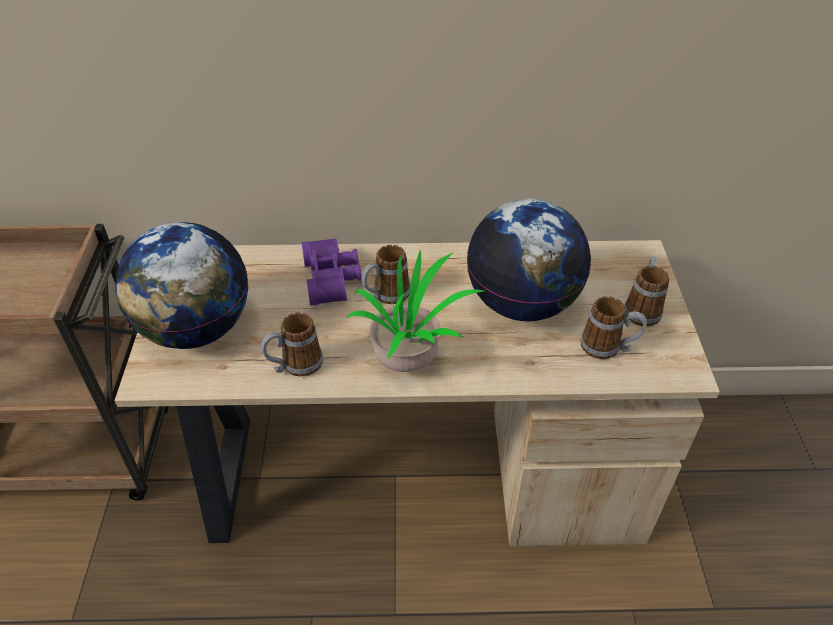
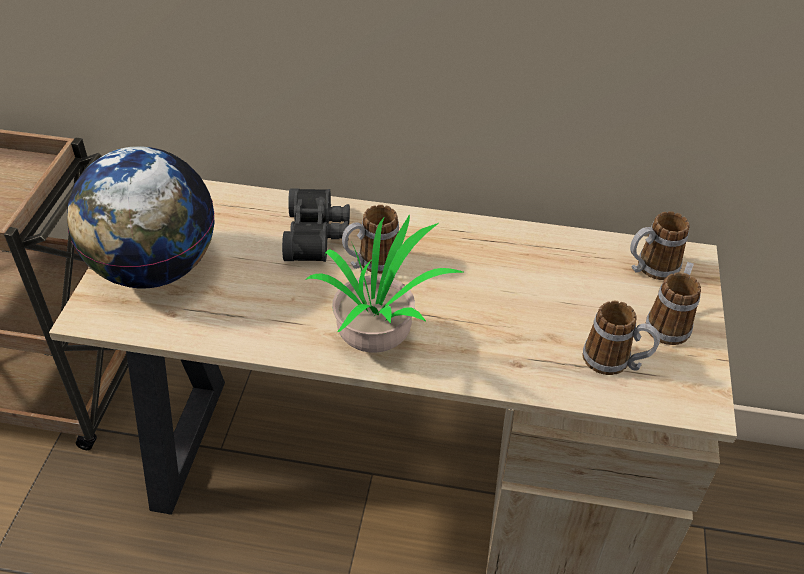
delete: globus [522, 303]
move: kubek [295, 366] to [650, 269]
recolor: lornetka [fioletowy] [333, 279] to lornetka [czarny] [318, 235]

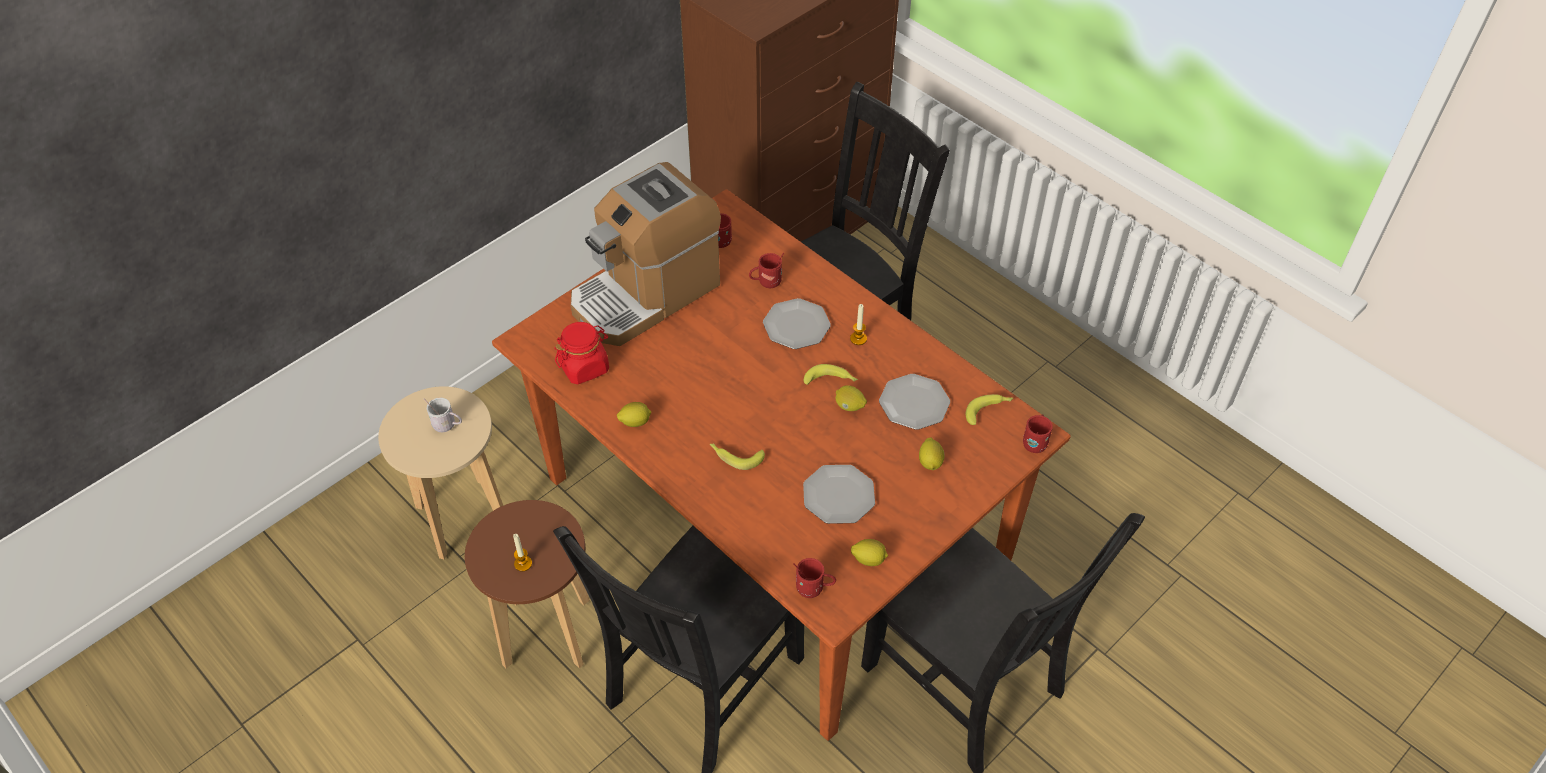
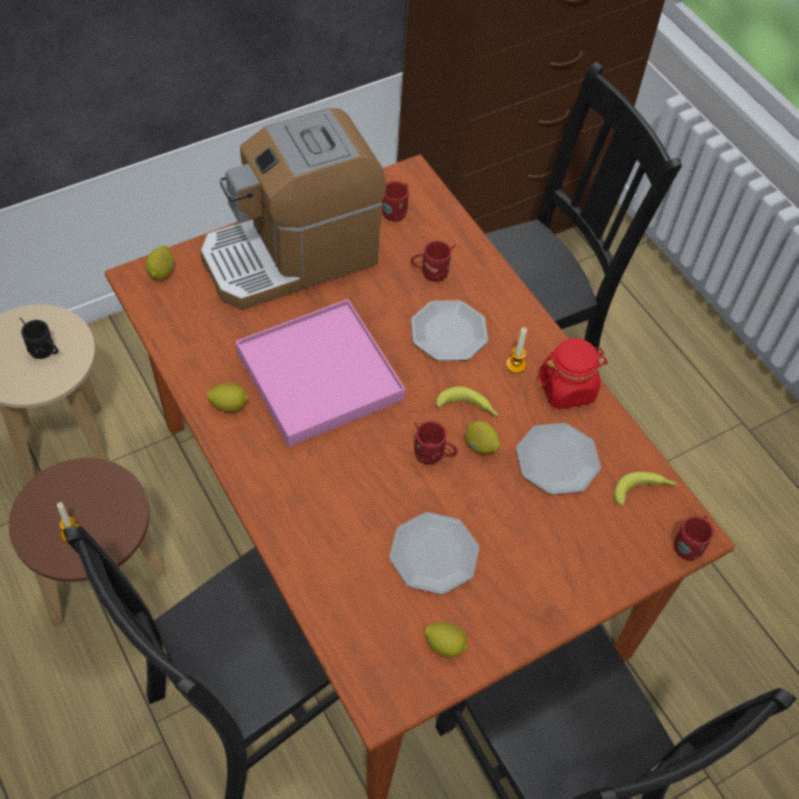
delete: banan [735, 456]
insert: taca [różowy] [319, 376]
move: słoik [czerwony] [584, 367] to [567, 388]; kubek [czerwony] [814, 589] to [433, 456]; cytryna [930, 462] to [162, 272]
recolor: kubek [biały] [447, 426] to kubek [czarny] [45, 352]

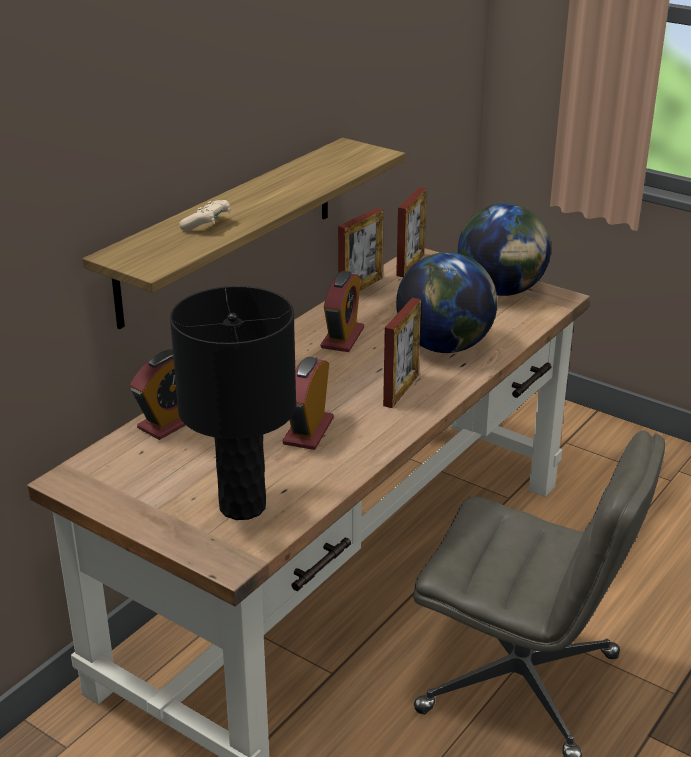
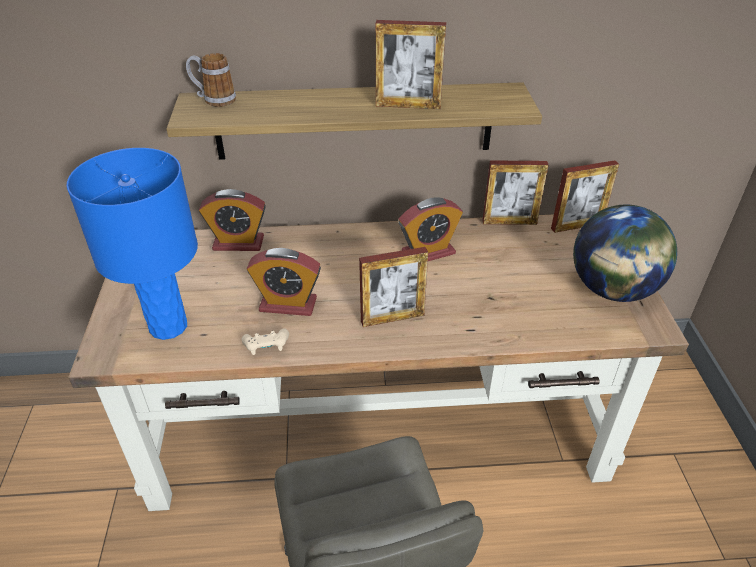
delete: globus [445, 346]
insert: kubek [214, 100]; ramka na zdjęcie [408, 105]
move: pad do gier [beżowy] [207, 225] to [267, 348]
recolor: lampa stołowa [czarny] [243, 507] to lampa stołowa [niebieski] [168, 327]
rotate: budzik [308, 431] = [288, 304] 150 degrees counterclockwise

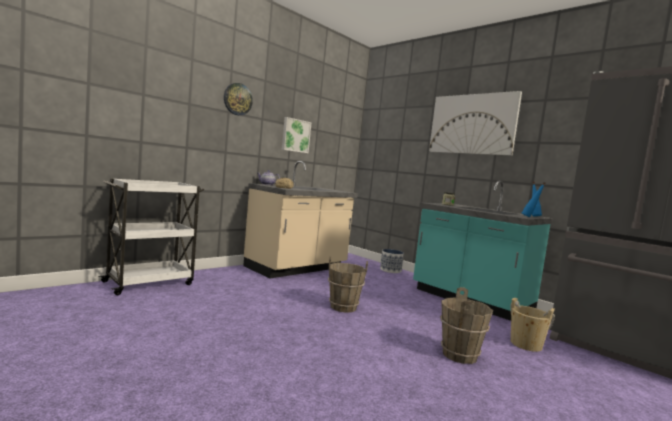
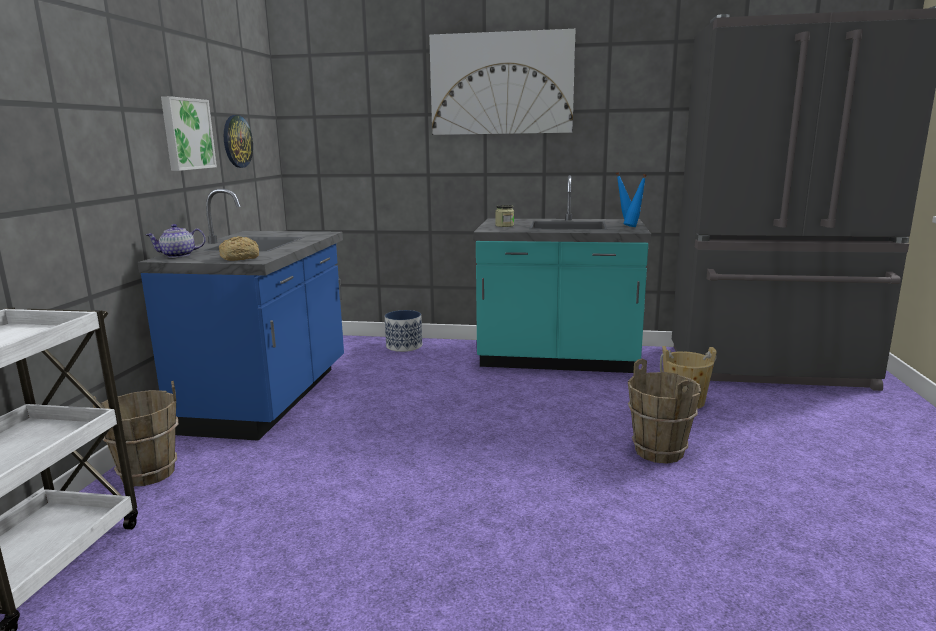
move: zegar ścienny [237, 99] to [237, 141]; wiadro [brązowy] [343, 307] to [148, 473]
recolor: zabudowa kuchenna [beżowy] [297, 268] to zabudowa kuchenna [niebieski] [269, 399]

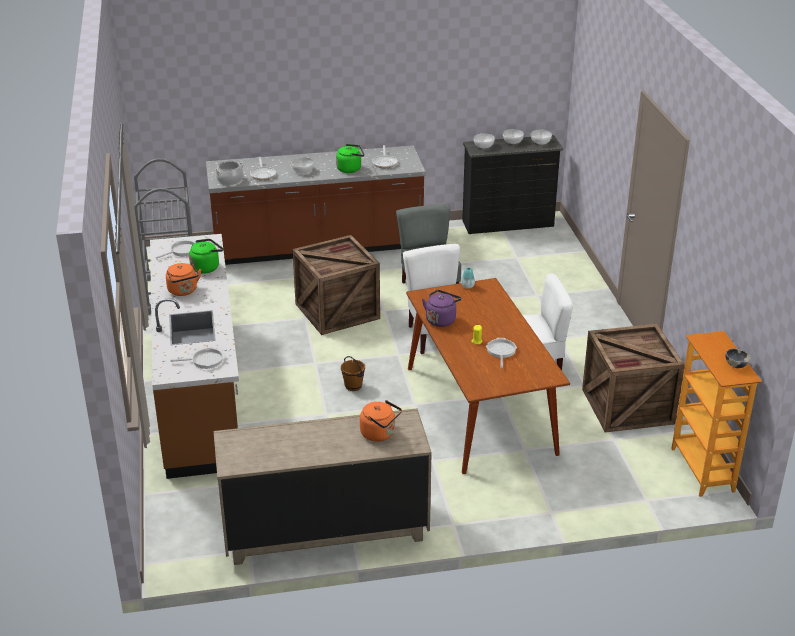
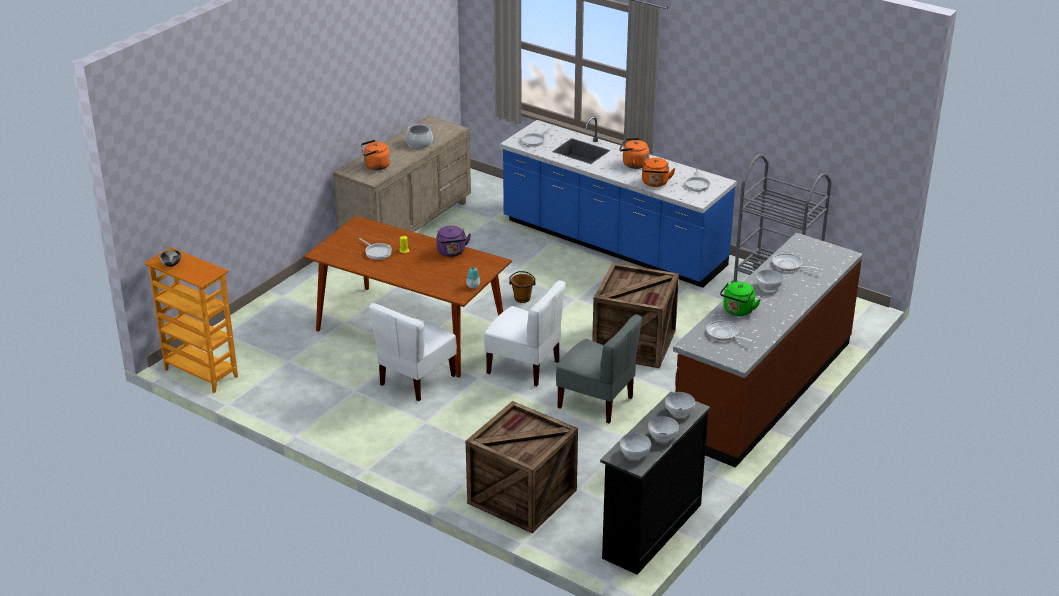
move: garnek [230, 180] to [419, 143]; skrzynka [626, 407] to [522, 495]
recolor: zabudowa kuchenna [brązowy] [200, 391] to zabudowa kuchenna [niebieski] [612, 244]; czajnik [zielony] [206, 267] to czajnik [pomarańczowy] [655, 183]

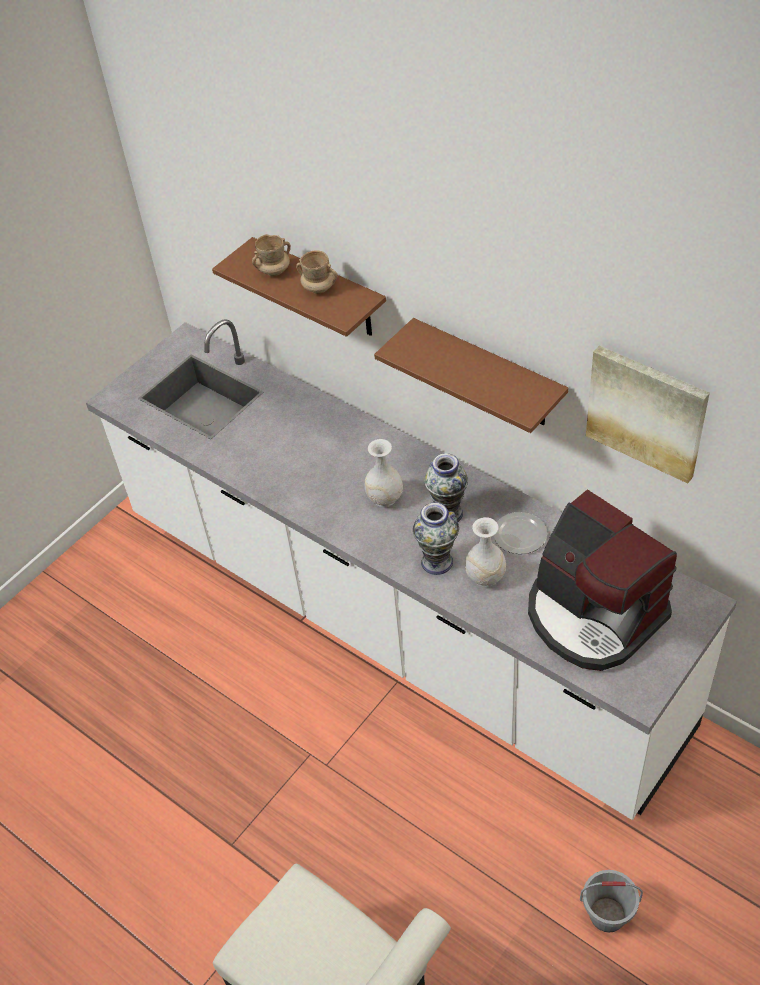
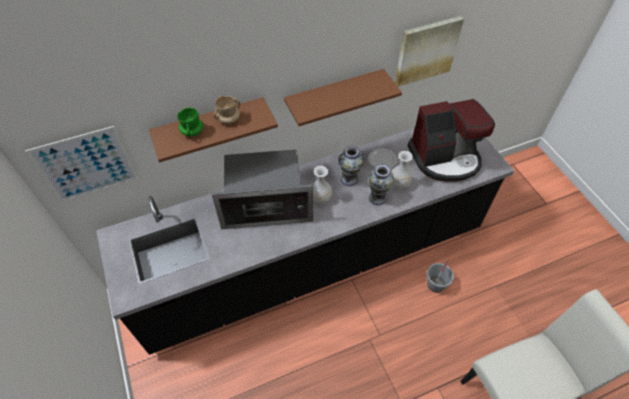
insert: obraz [86, 165]; mikrofalówka [266, 206]
move: wiadro [szary] [607, 914] to [435, 284]
recolor: zabudowa kuchenna [biały] [393, 619] to zabudowa kuchenna [czarny] [314, 263]; kubek [beżowy] [274, 270] to kubek [zielony] [192, 132]

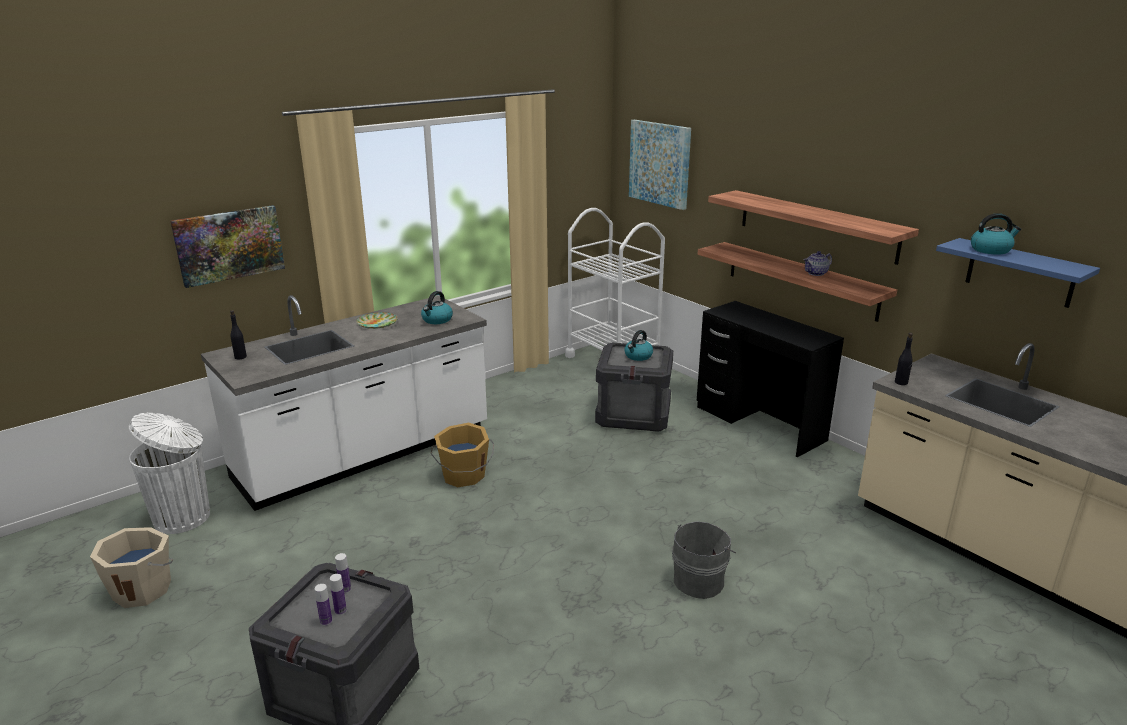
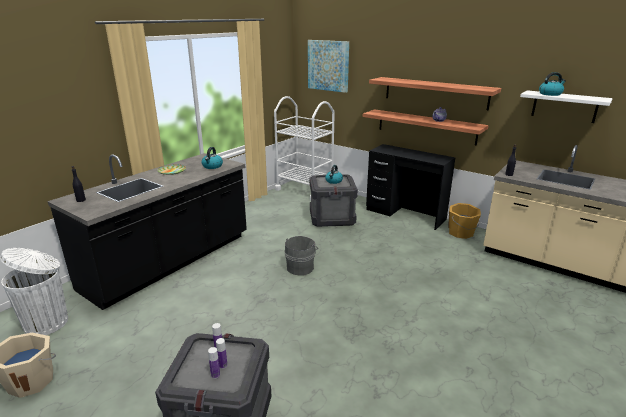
delete: obraz [229, 245]
move: wiadro [pomarańczowy] [463, 476] to [461, 233]; wiadro [szary] [700, 580] to [301, 267]
recolor: zabudowa kuchenna [biały] [365, 454] to zabudowa kuchenna [czarny] [170, 262]; półka [niebieski] [1020, 273] to półka [biały] [564, 106]

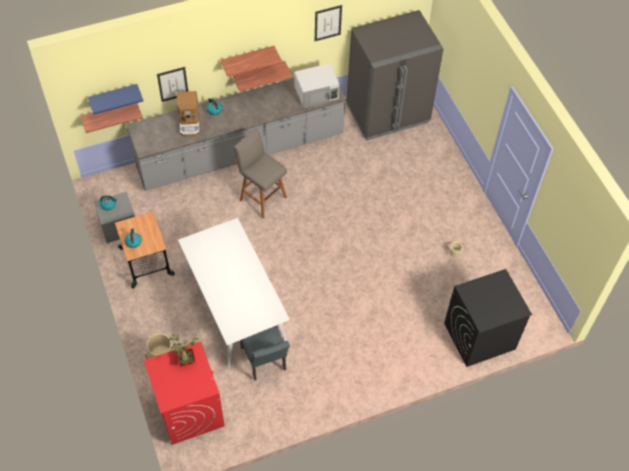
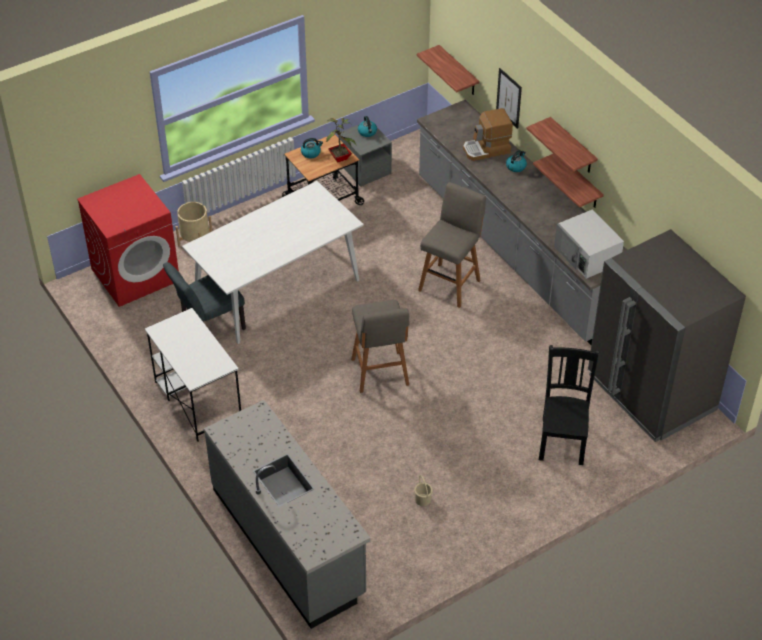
delete: półka [niebieski] [114, 96]; obraz [328, 23]
insert: biurko [biały] [197, 400]; stołek [szary] [380, 373]; krzesło [czarny] [563, 440]
move: roślina doniczkowa [186, 359] to [341, 158]
replace: pralka [czarny] [479, 336] to zabudowa kuchenna [szary] [289, 542]

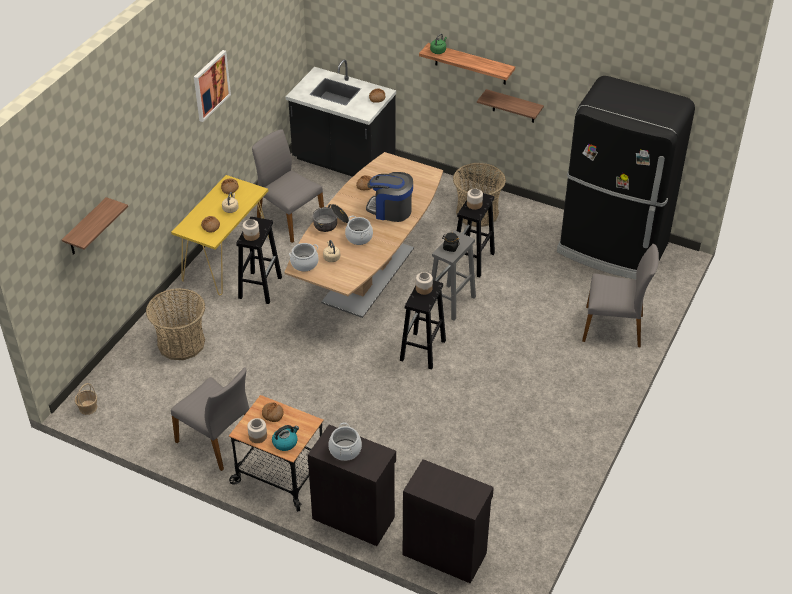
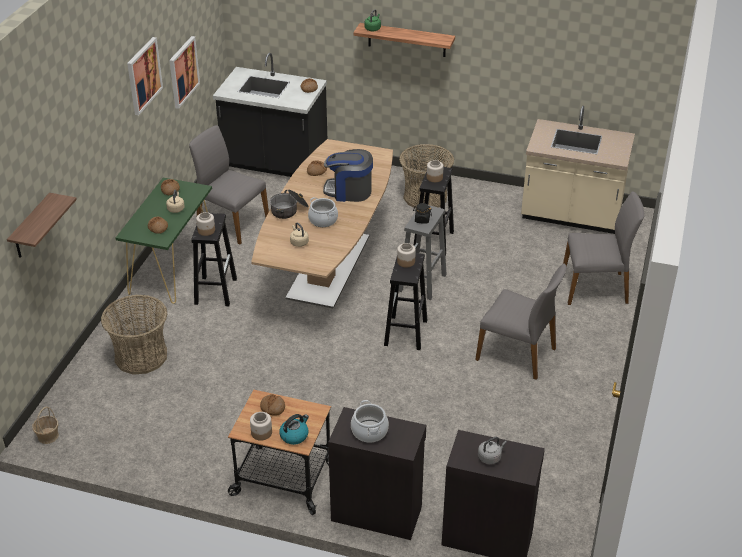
delete: garnek [304, 264]; półka [514, 106]
insert: obraz [183, 71]; czajnik [szary] [490, 457]
move: krzesło [szary] [217, 440] to [517, 353]
replace: lodówka [czarny] [612, 249] to zabudowa kuchenna [beżowy] [571, 216]
recolor: stolik konsolowy [żółty] [227, 259] to stolik konsolowy [zielony] [173, 267]

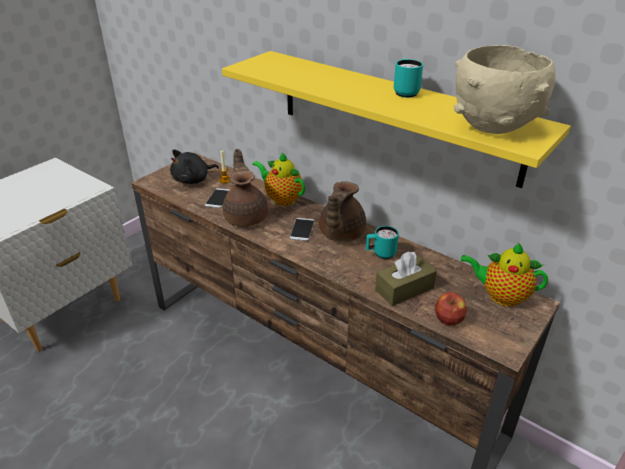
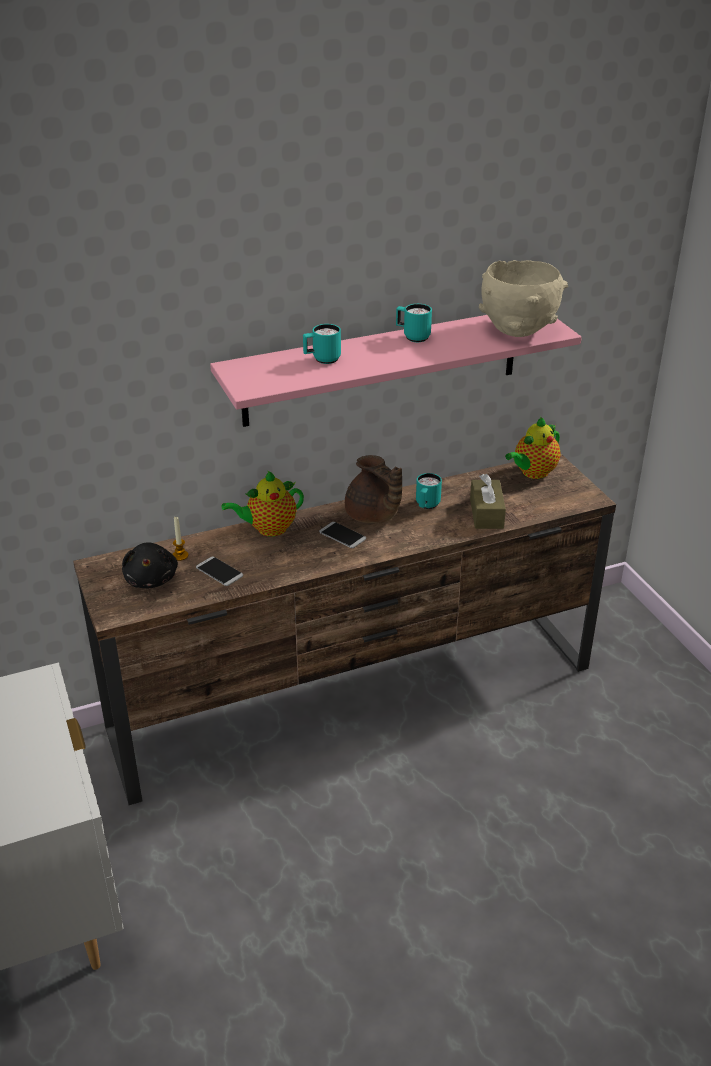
delete: imbryk [brązowy] [246, 216]; jabłko [448, 319]
insert: kubek [turkusowy] [322, 360]
recolor: półka [żółty] [394, 115] to półka [różowy] [382, 366]

